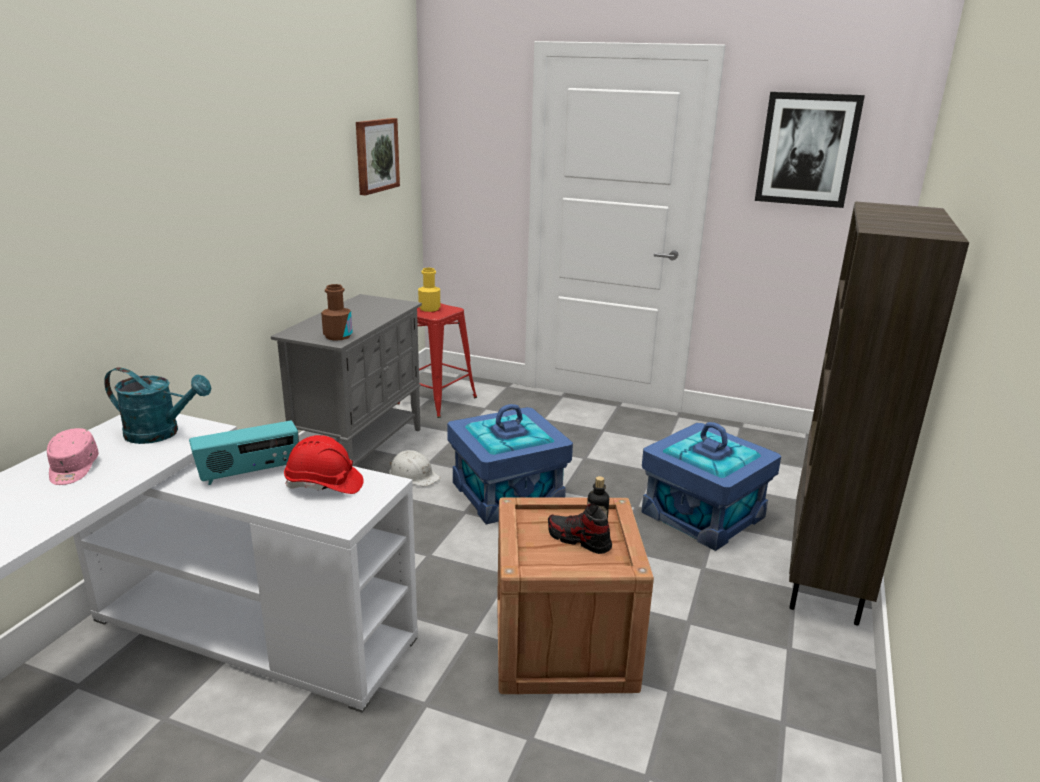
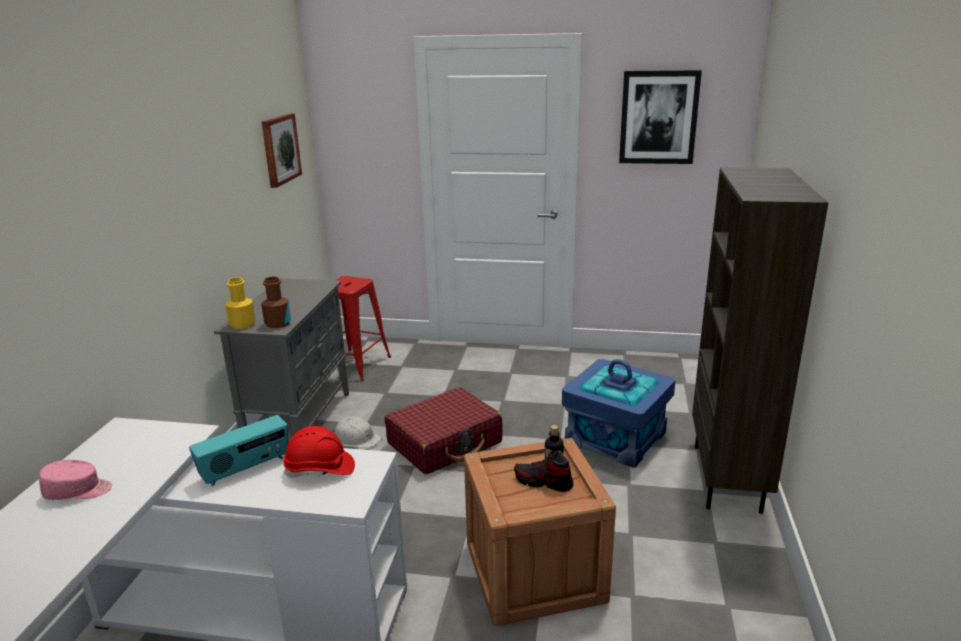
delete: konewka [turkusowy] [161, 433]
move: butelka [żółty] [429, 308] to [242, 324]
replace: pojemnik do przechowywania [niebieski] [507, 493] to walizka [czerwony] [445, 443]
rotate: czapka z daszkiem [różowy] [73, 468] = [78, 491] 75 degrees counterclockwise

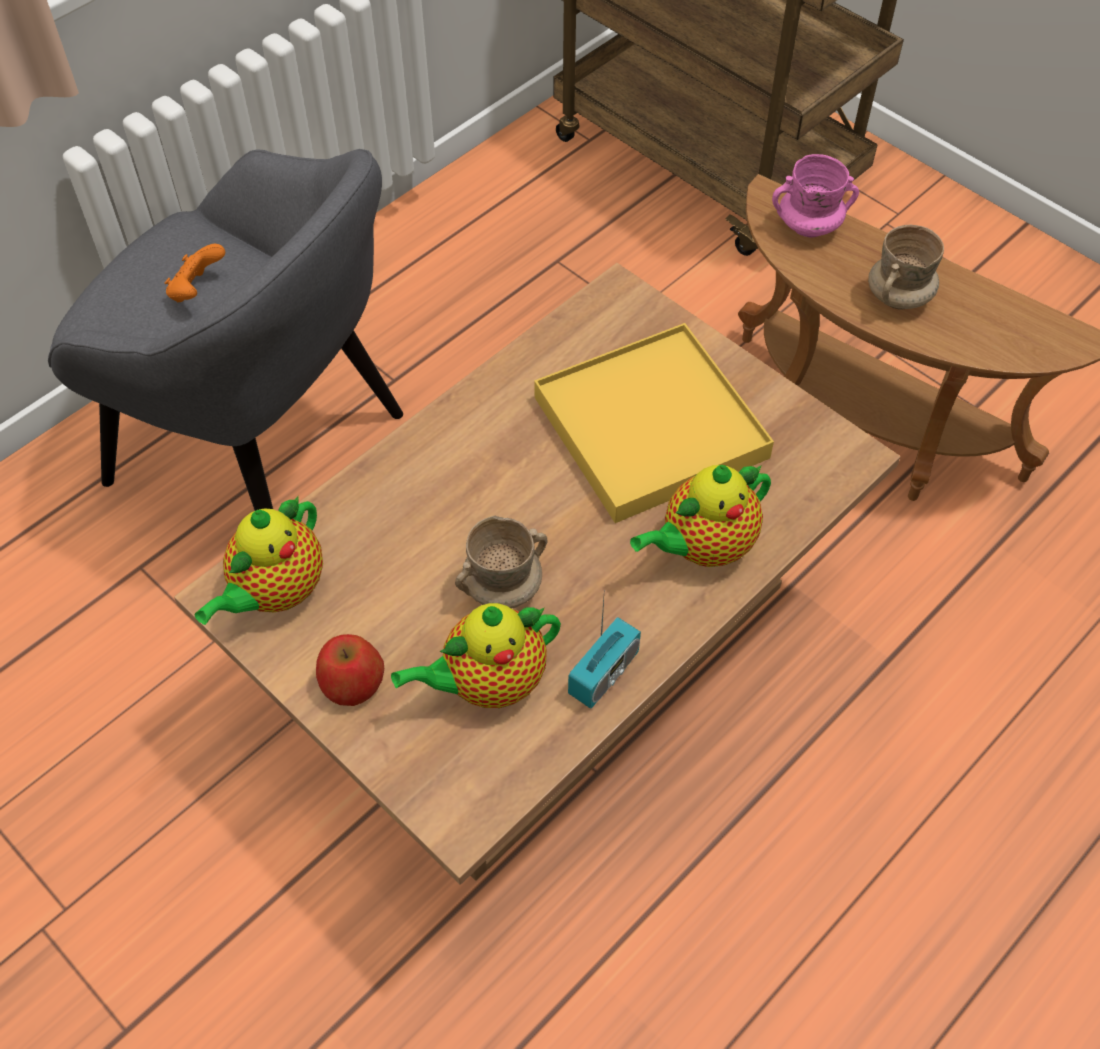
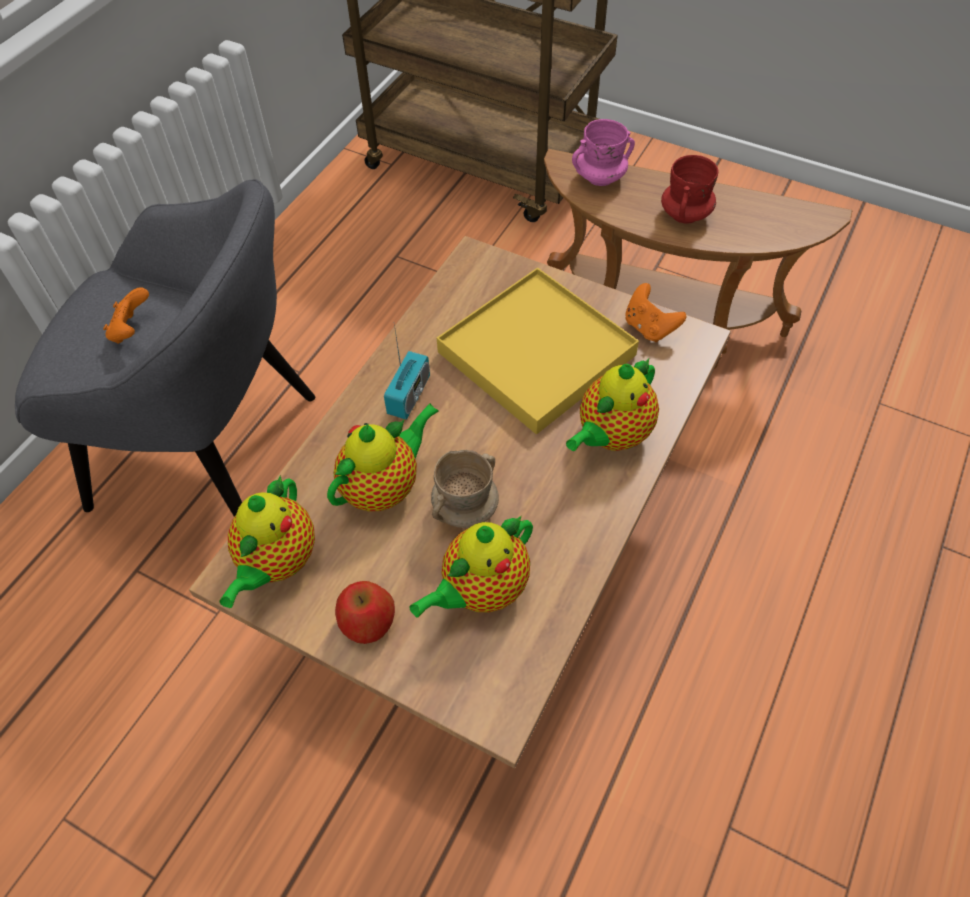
insert: imbryk [384, 487]; pad do gier [pomarańczowy] [649, 327]
move: radio [603, 674] to [409, 395]
recolor: kubek [beżowy] [898, 297] to kubek [czerwony] [685, 215]

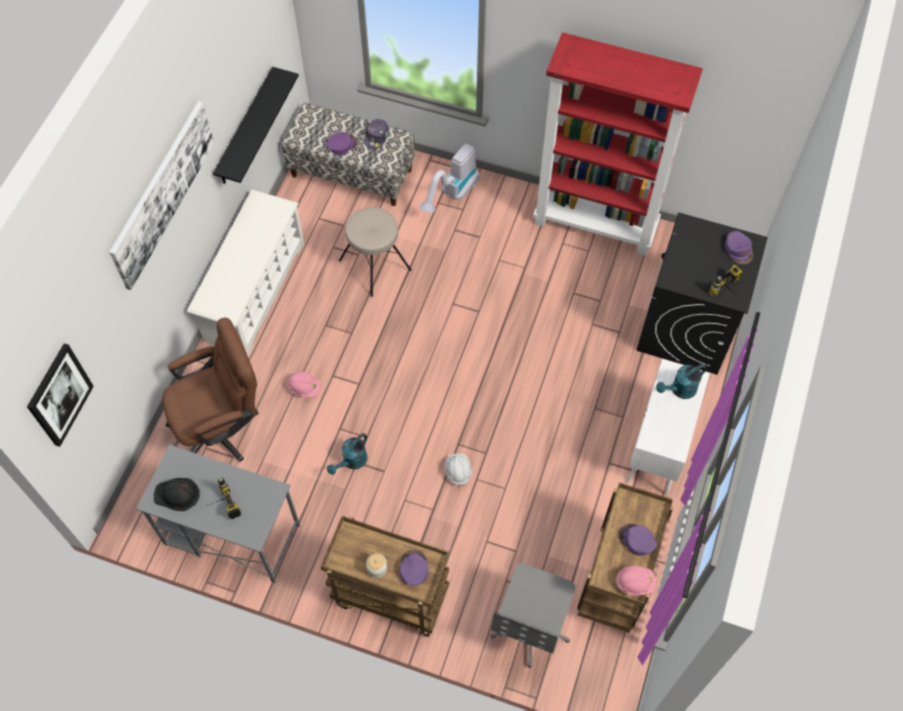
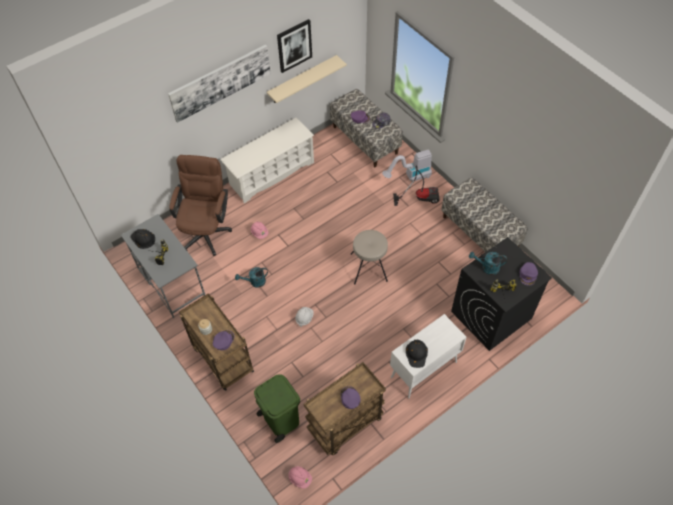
insert: odkurzacz [420, 197]; kask [czarny] [417, 353]
move: obraz [59, 395] to [294, 45]; stołek [beżowy] [375, 264] to [369, 267]; kask [różowy] [635, 583] to [300, 478]; konewka [turkusowy] [680, 390] to [487, 268]
replace: krzesło biurowe [szary] [531, 626] to kosz na śmieci [zielony] [281, 420]; regał [czerwony] [596, 224] to ławka [480, 232]
recolor: półka [czarny] [245, 128] to półka [beżowy] [302, 80]
rotate: krzesło biurowe [brązowy] [223, 427] = [206, 230] 90 degrees counterclockwise

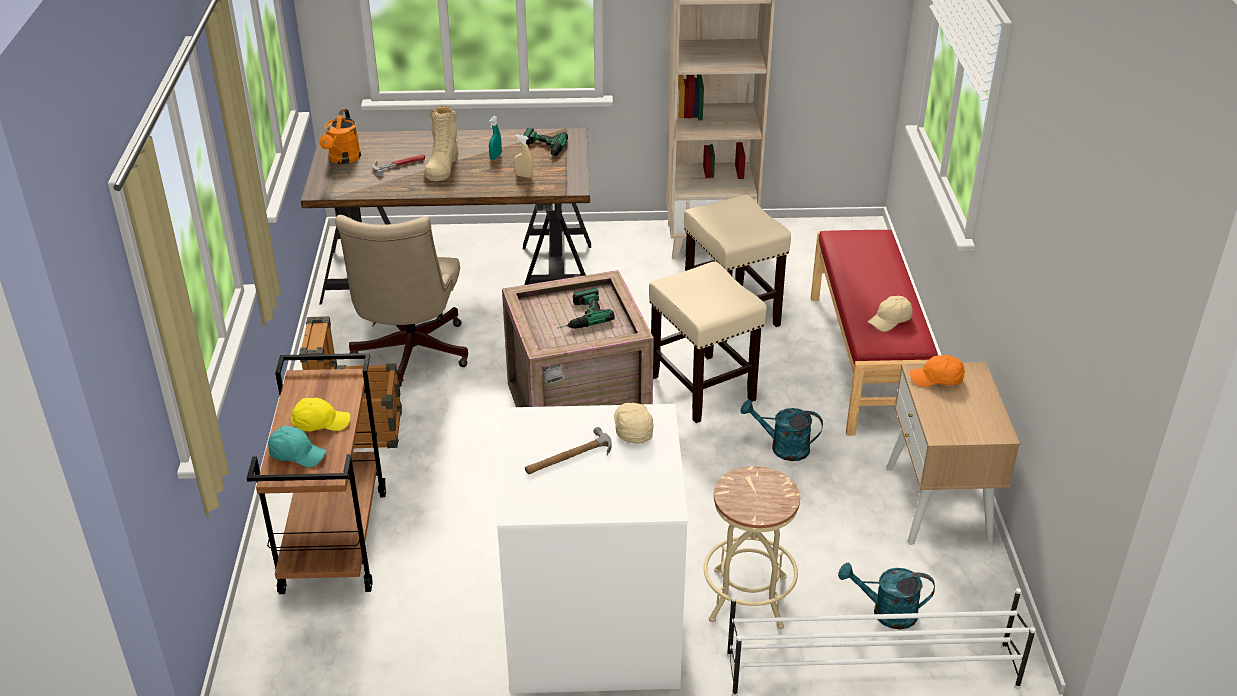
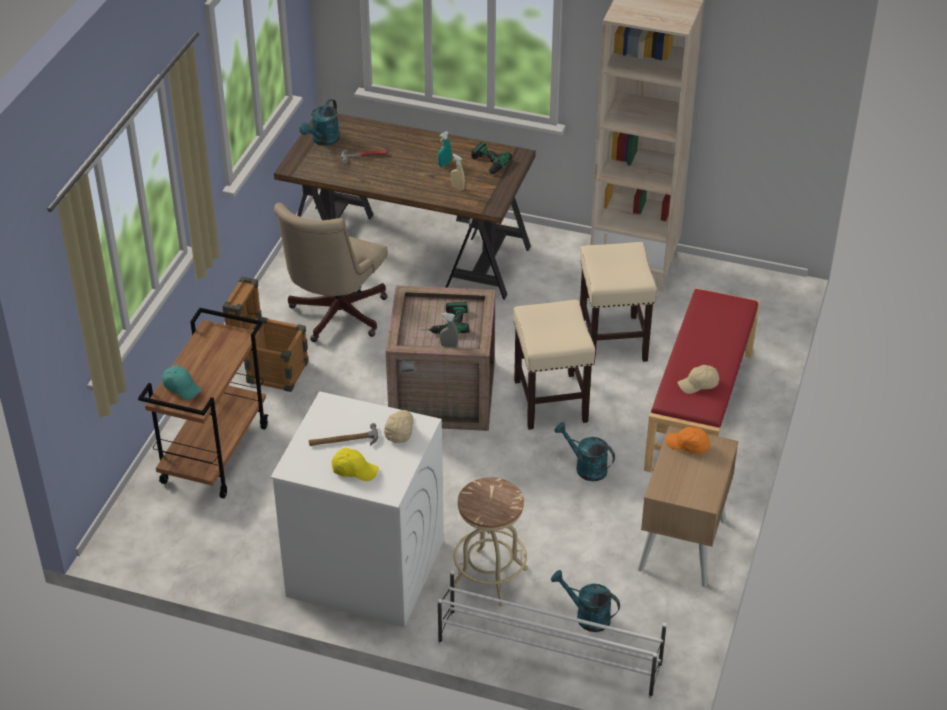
delete: but z cholewką [beżowy] [442, 165]
insert: spryskiwacz [szary] [449, 345]
move: czapka z daszkiem [żółty] [320, 423] to [354, 470]
recolor: konewka [pomarańczowy] [343, 159] to konewka [turkusowy] [323, 141]

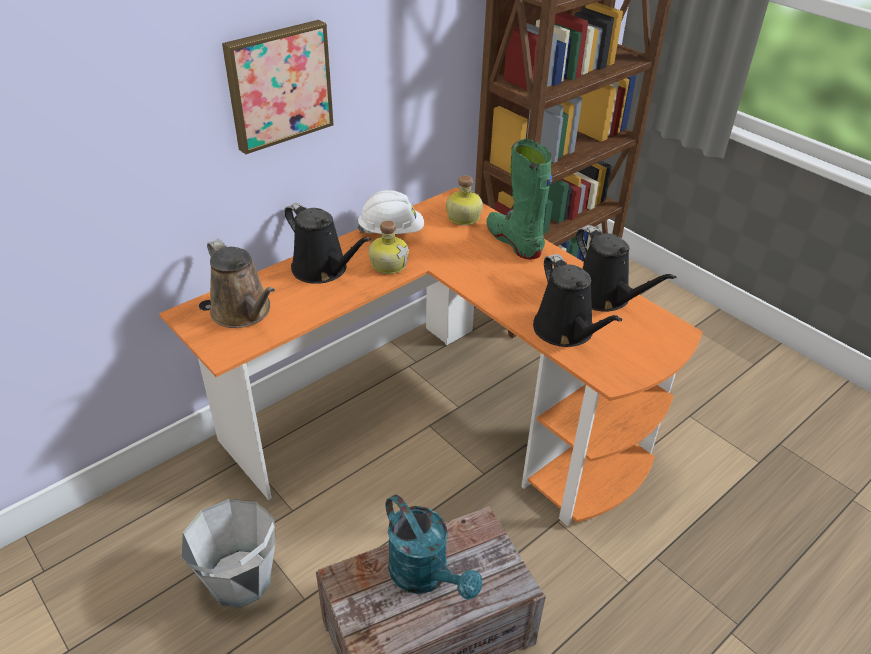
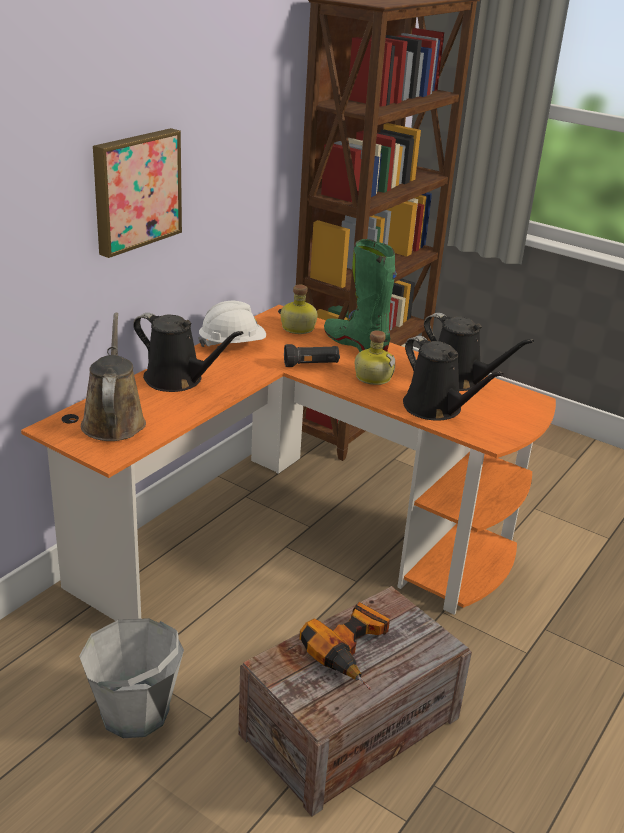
insert: latarka [czarny] [311, 365]
move: butelka [388, 264] to [372, 377]
replace: konewka [turkusowy] [425, 576] to wiertarka [353, 651]
rotate: konewka [brązowy] [244, 312] = [113, 421] 135 degrees counterclockwise

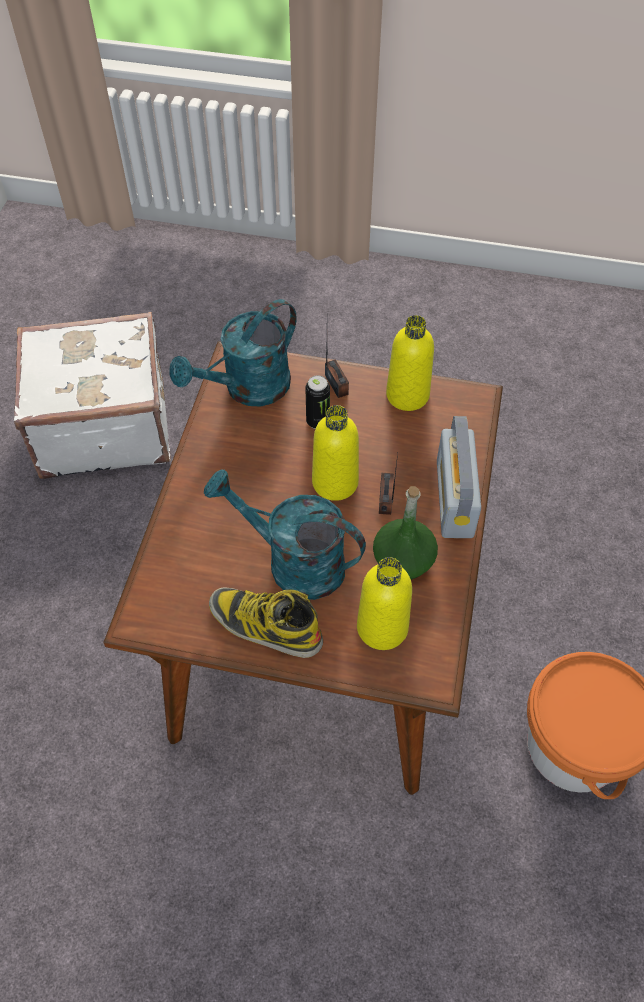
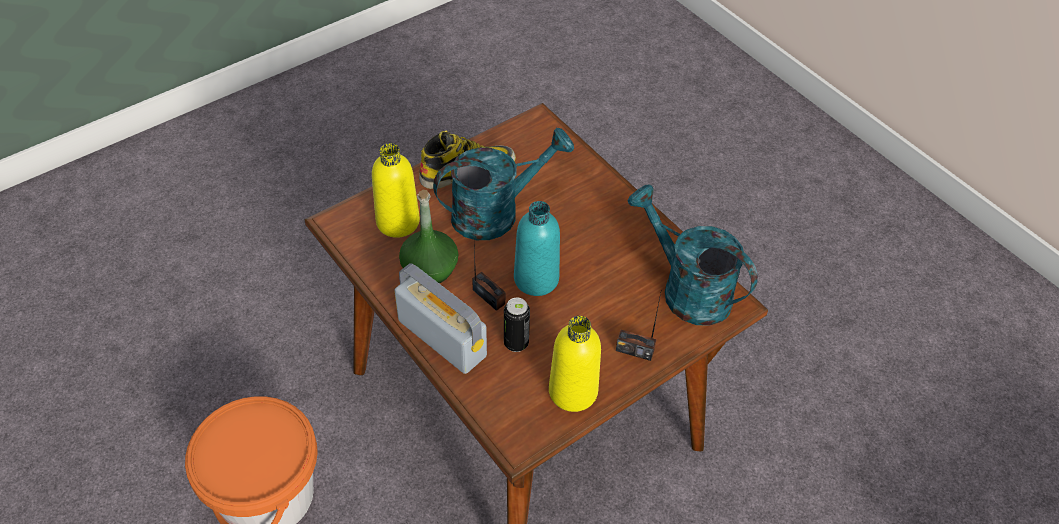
delete: walizka [biały] [103, 425]
move: puszka [317, 421] to [516, 343]
recolor: butelka [żółty] [335, 482] to butelka [turkusowy] [536, 279]
rotate: konewka [turkusowy] [248, 389] = [686, 289] 45 degrees counterclockwise

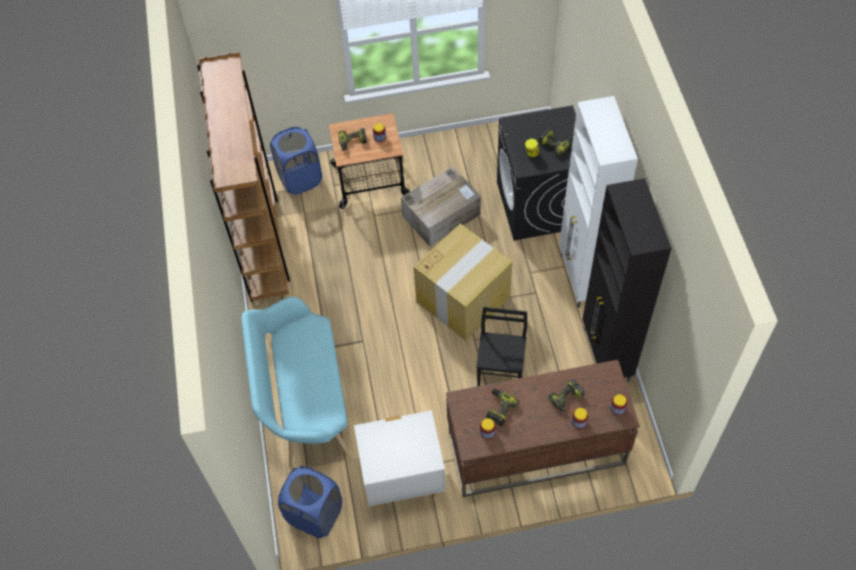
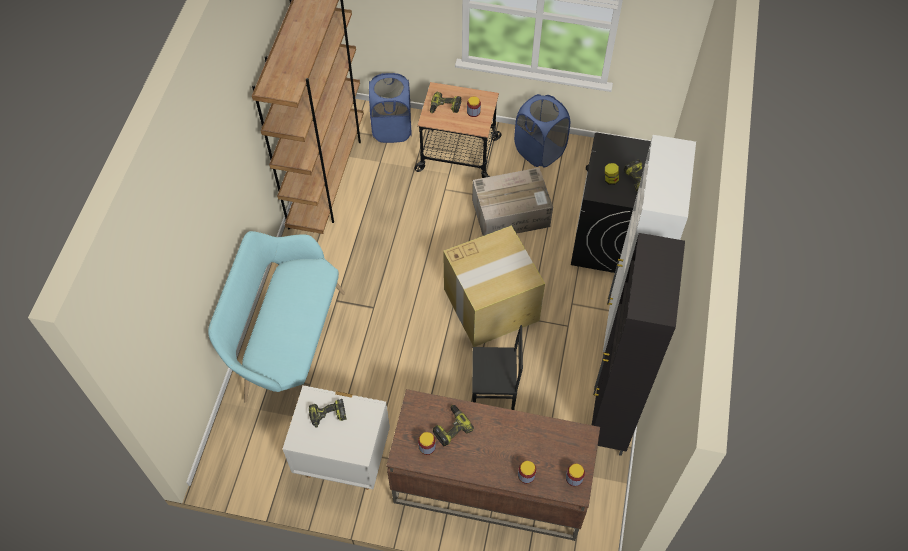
move: kosz na pranie [niebieski] [315, 514] to [539, 151]; wiertarka [566, 398] to [327, 416]
rotate: krzesło [czarny] [501, 371] = [494, 391] 60 degrees clockwise

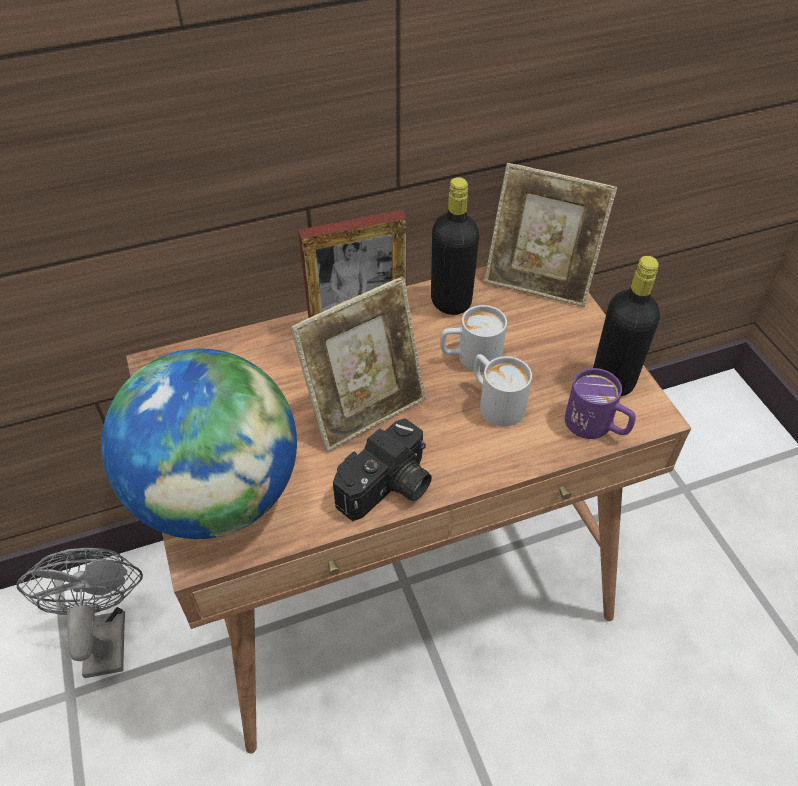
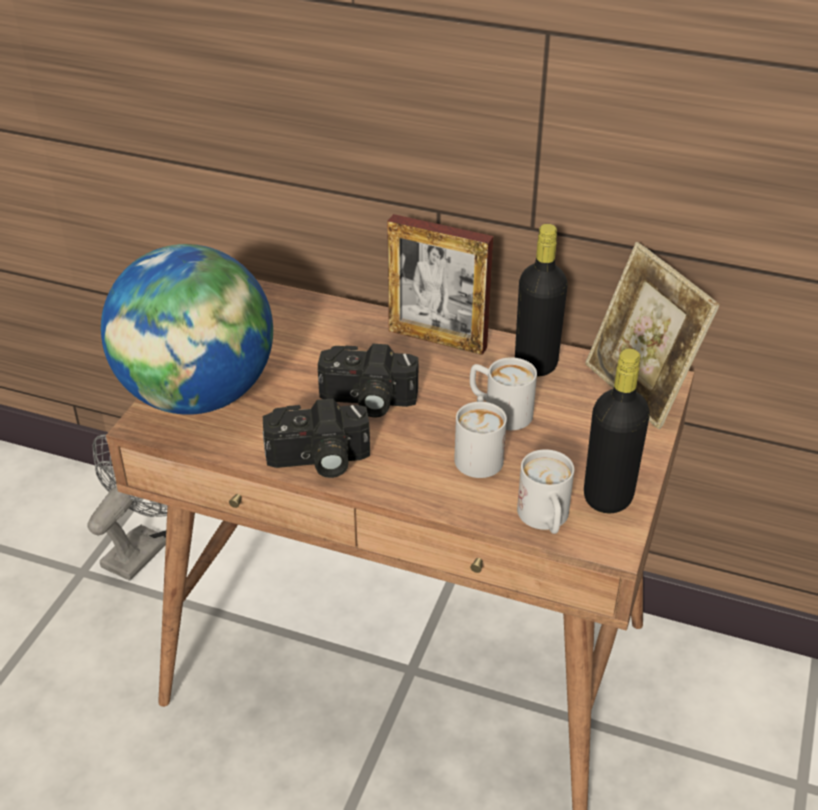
replace: ramka na zdjęcie [366, 410] to aparat fotograficzny [367, 401]
recolor: kubek [fioletowy] [596, 427] to kubek [biały] [545, 520]

